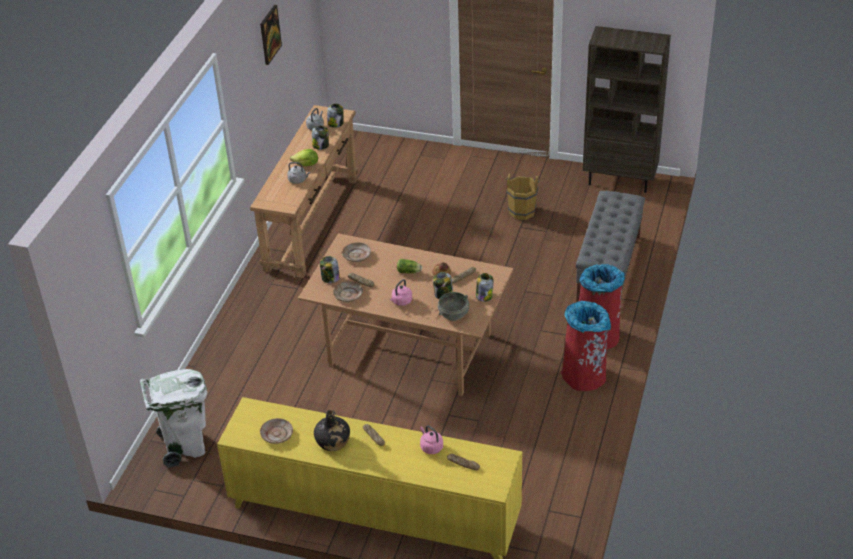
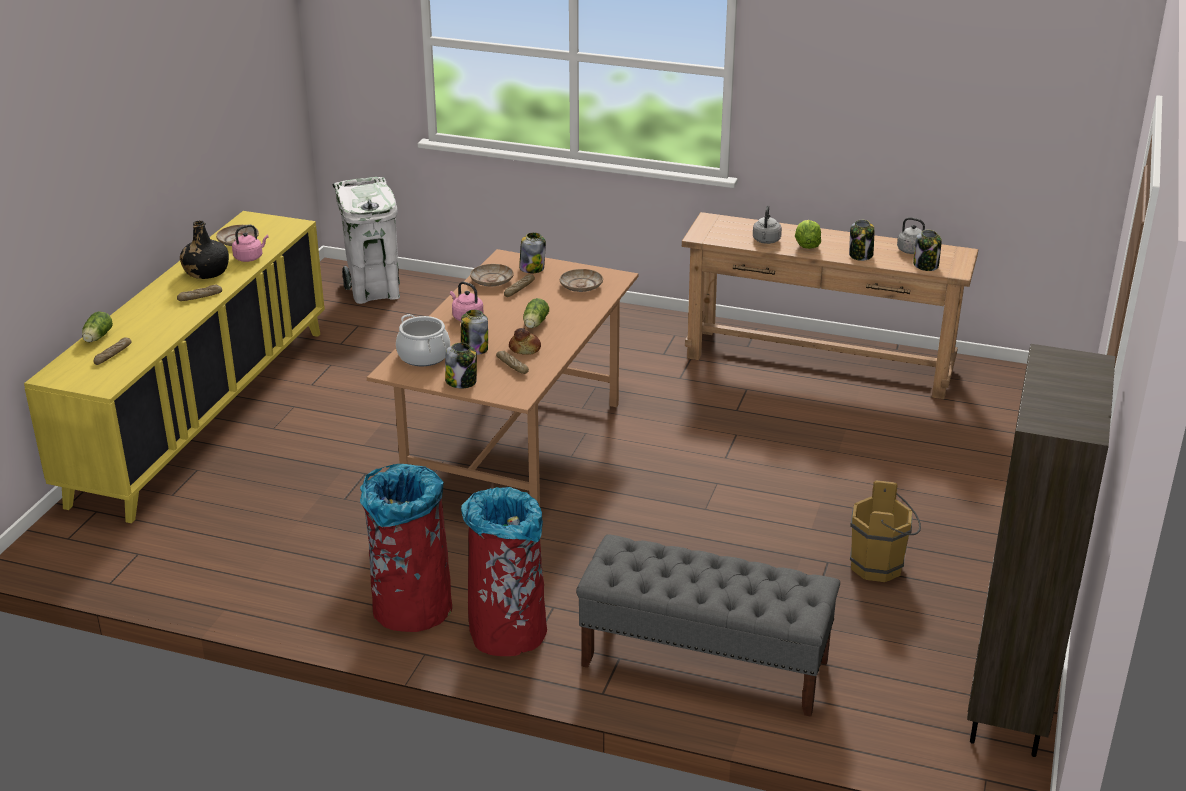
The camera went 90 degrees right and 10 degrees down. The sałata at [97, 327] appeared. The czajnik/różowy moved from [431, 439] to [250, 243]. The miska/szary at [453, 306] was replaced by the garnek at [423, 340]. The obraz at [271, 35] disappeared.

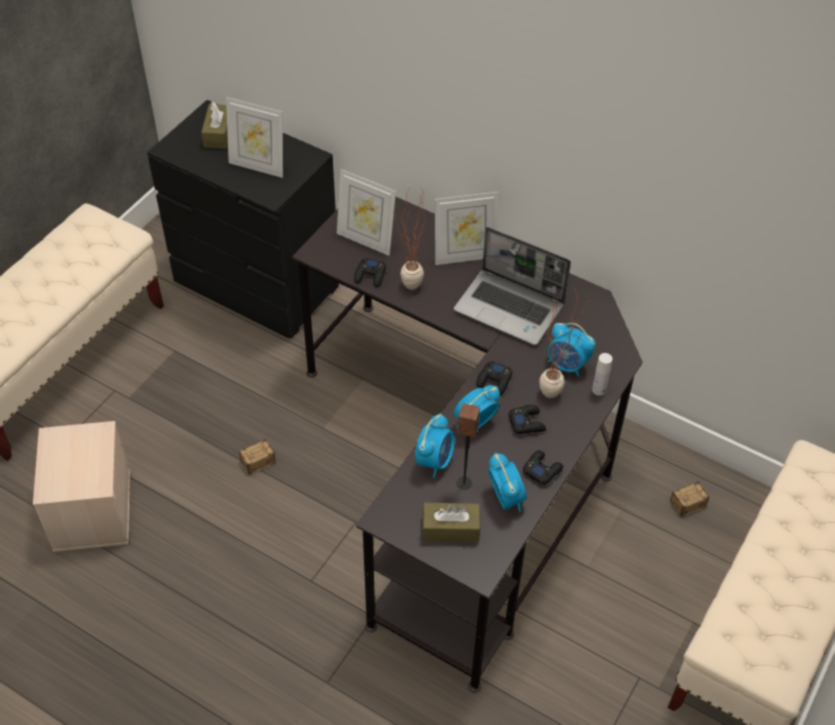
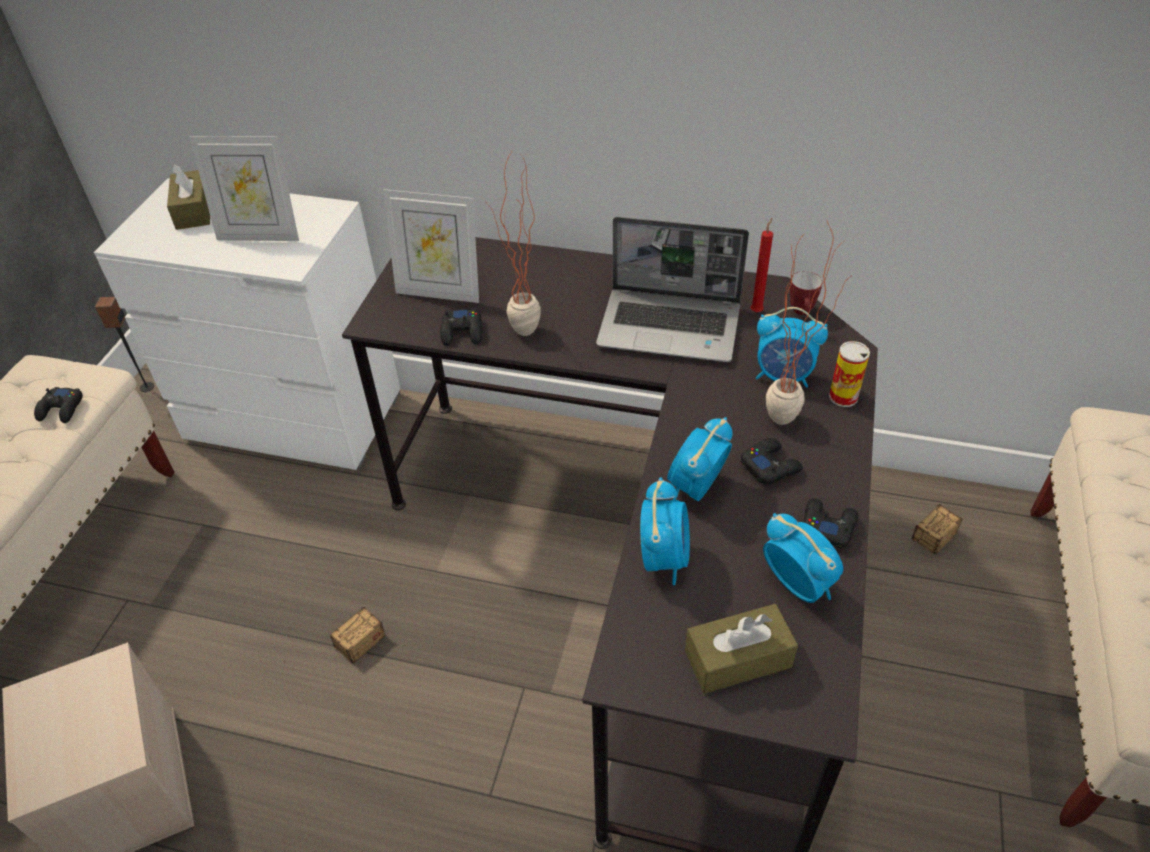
The camera went 15 degrees left and 5 degrees down. The pad do gier/czarny moved from [494, 378] to [58, 405]. The komoda/czarny at [243, 219] became the komoda/biały at [247, 324]. The głośnik moved from [468, 446] to [124, 344]. The świeca/czerwony at [762, 265] appeared. The kubek at [806, 293] appeared. The butelka/biały at [602, 374] was replaced by the puszka at [849, 374]. The ramka na zdjęcie at [466, 228] disappeared.

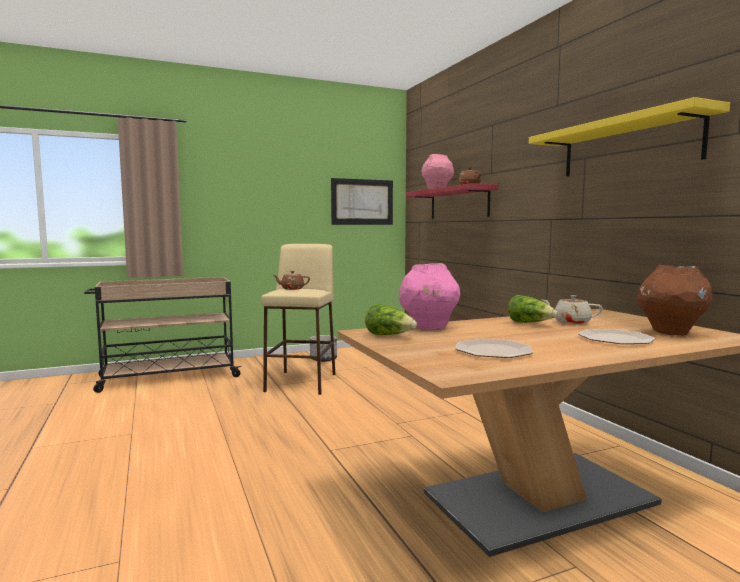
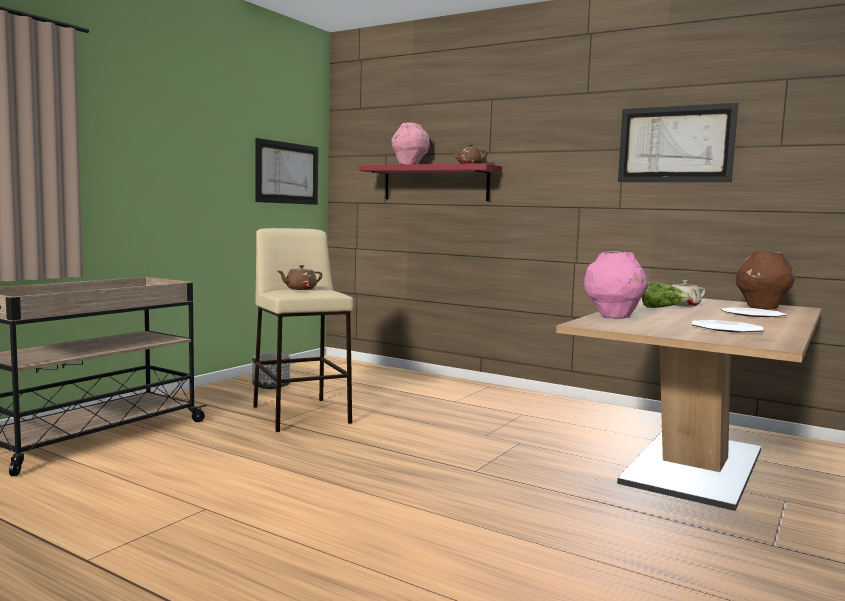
The camera went 35 degrees left and 0 degrees up. The półka/żółty at [629, 136] was replaced by the obraz at [678, 142]. The sałata at [391, 319] disappeared.

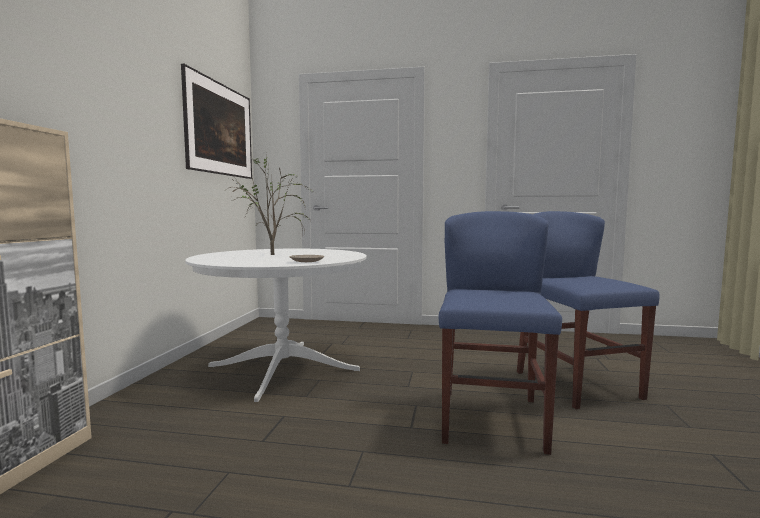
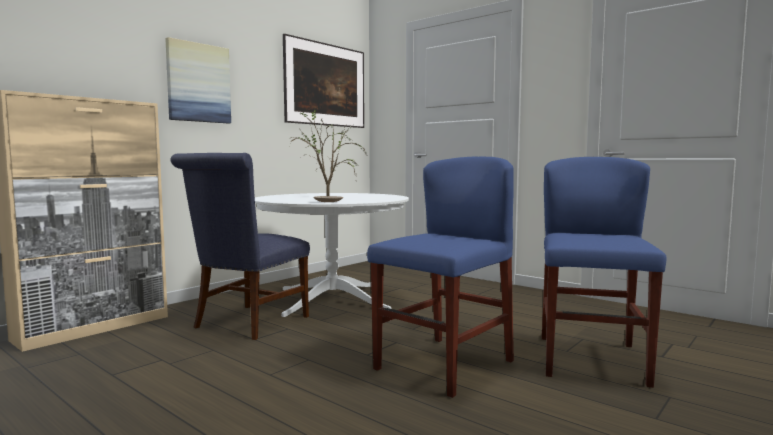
The camera went 30 degrees right and 0 degrees up. The obraz at [198, 80] appeared. The krzesło/niebieski at [240, 246] appeared.

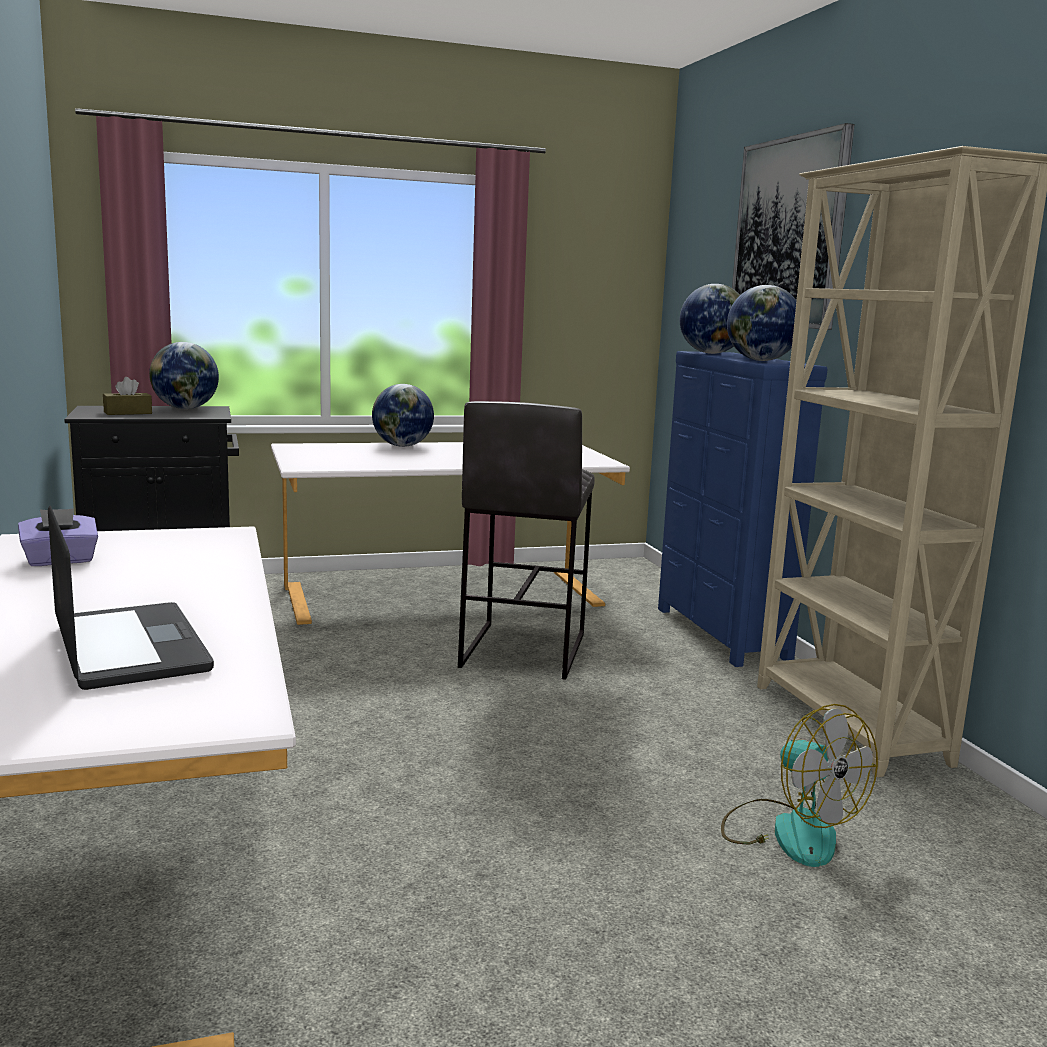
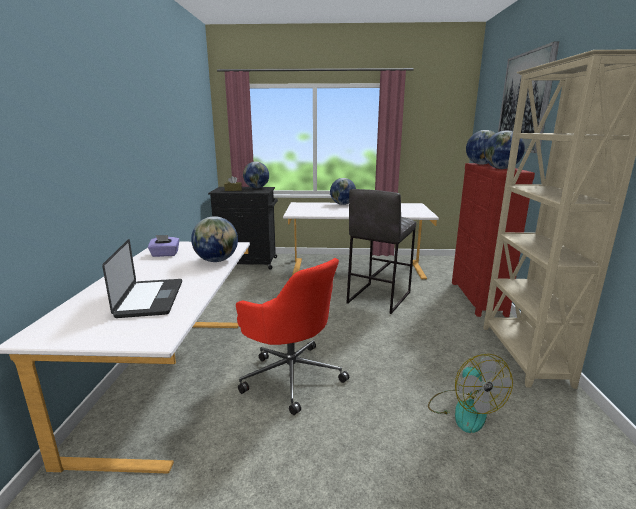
The camera went 20 degrees right and 5 degrees up. The globus at [214, 239] appeared. The krzesło biurowe/czerwony at [292, 336] appeared. The komoda/niebieski at [742, 509] became the komoda/czerwony at [493, 240].

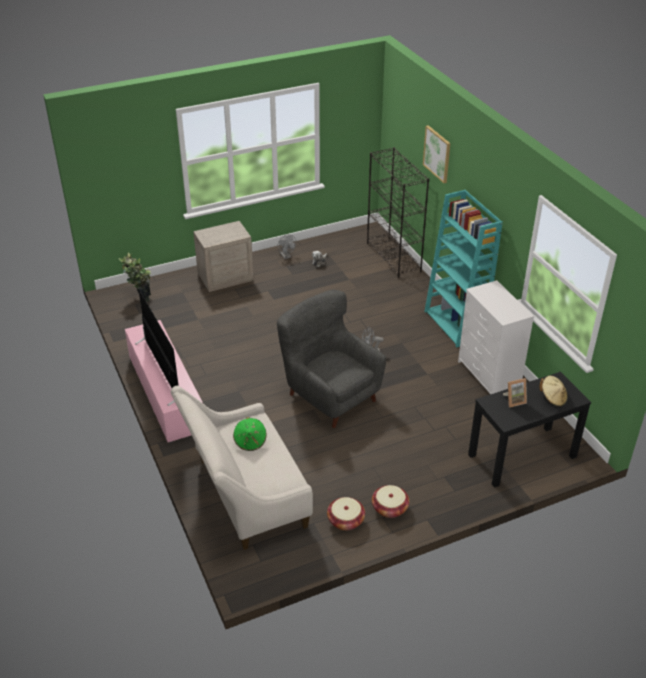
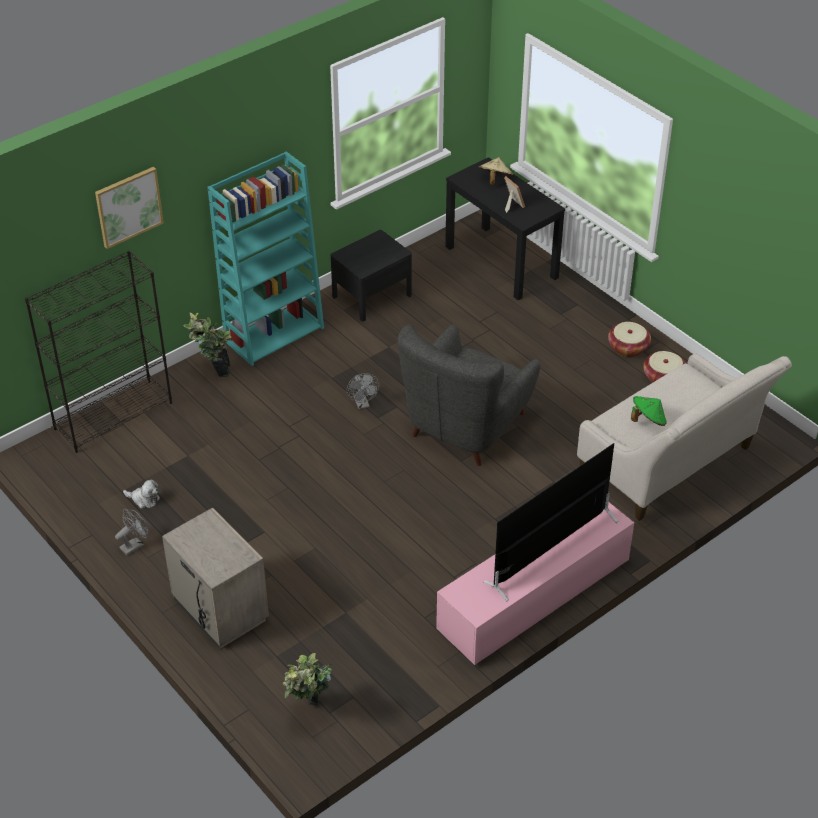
The camera went 105 degrees left and 5 degrees up. The roślina doniczkowa at [207, 345] appeared. The komoda/biały at [496, 337] was replaced by the szafka nocna/czarny at [371, 275].

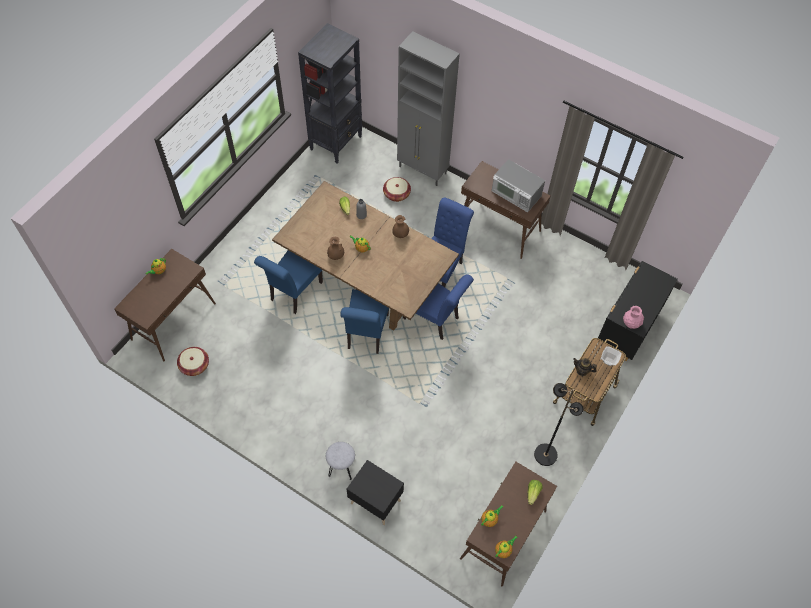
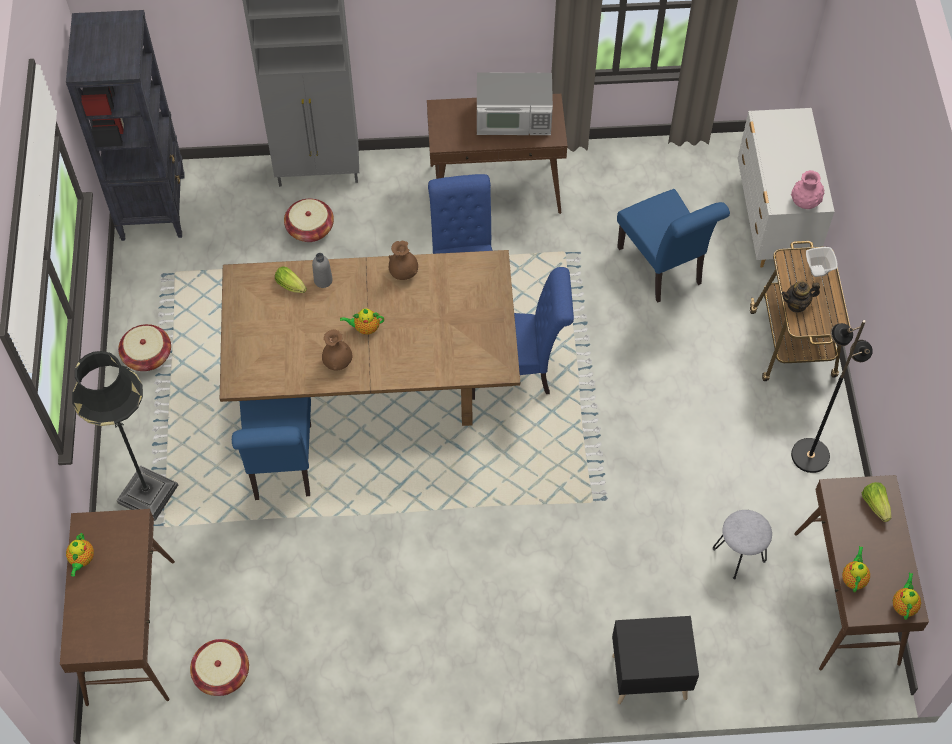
The camera went 35 degrees left and 0 degrees up. The lampa stojąca/czarny at [125, 436] appeared. The koszyk at [144, 347] appeared. The krzesło/niebieski moved from [365, 321] to [673, 246]. The stołek/szary moved from [340, 461] to [742, 545]. The komoda/czarny at [638, 311] became the komoda/biały at [786, 188].

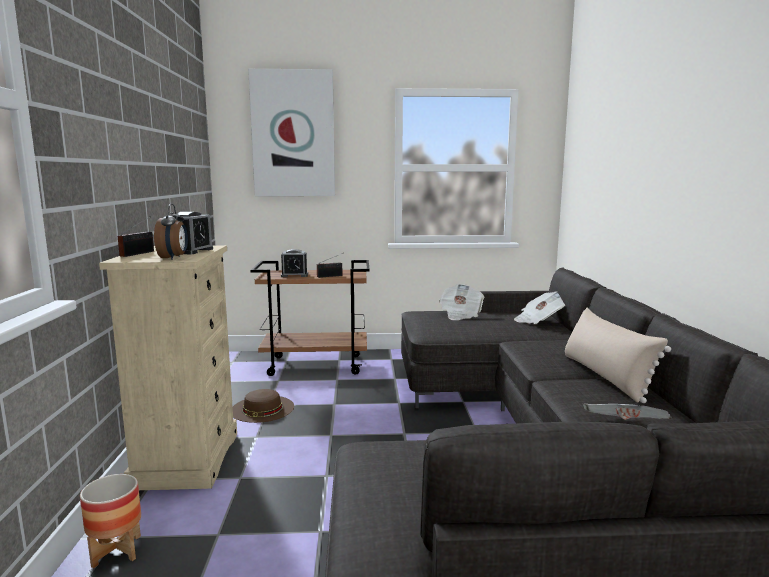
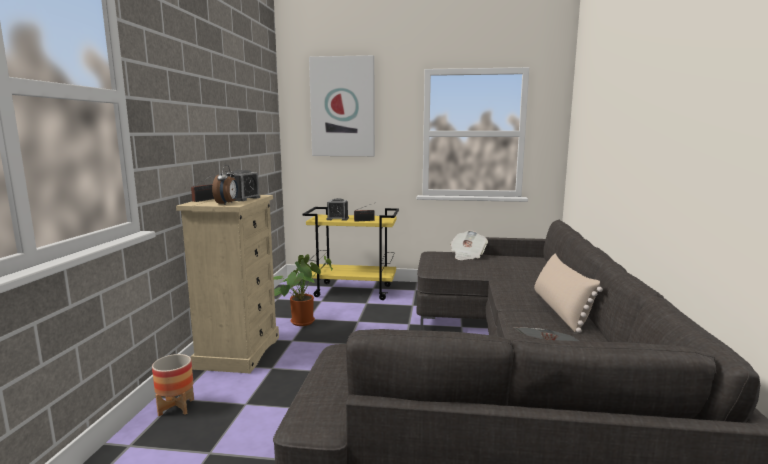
The camera went 10 degrees right and 0 degrees up. The kapelusz/brązowy at [263, 406] was replaced by the roślina doniczkowa at [303, 290]. The wózek/brązowy at [310, 318] became the wózek/żółty at [351, 253]. The gazeta at [539, 308] disappeared.

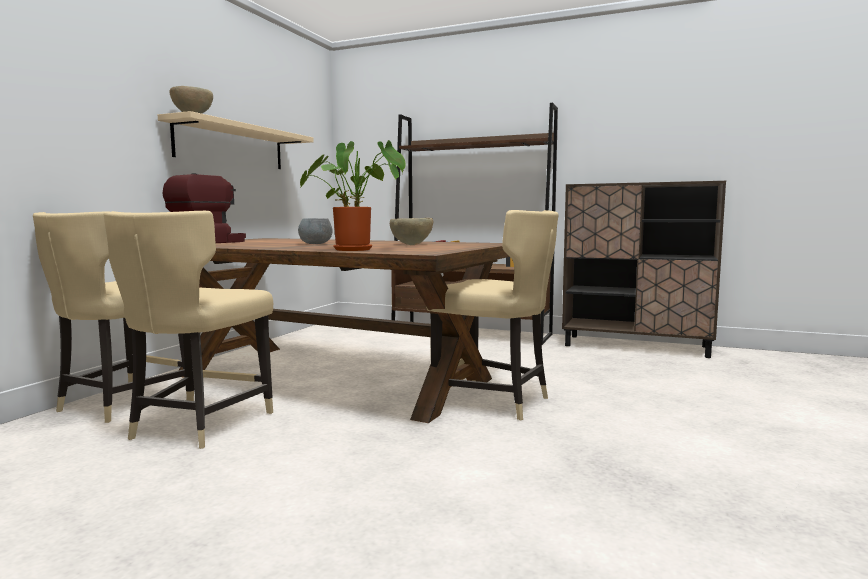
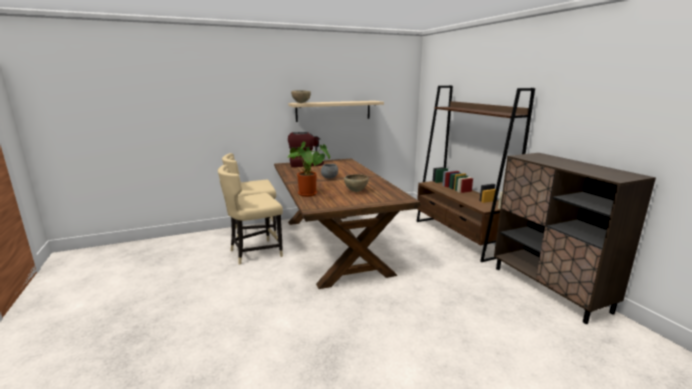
The camera went 45 degrees right and 10 degrees up. The krzesło/beżowy at [492, 315] disappeared.

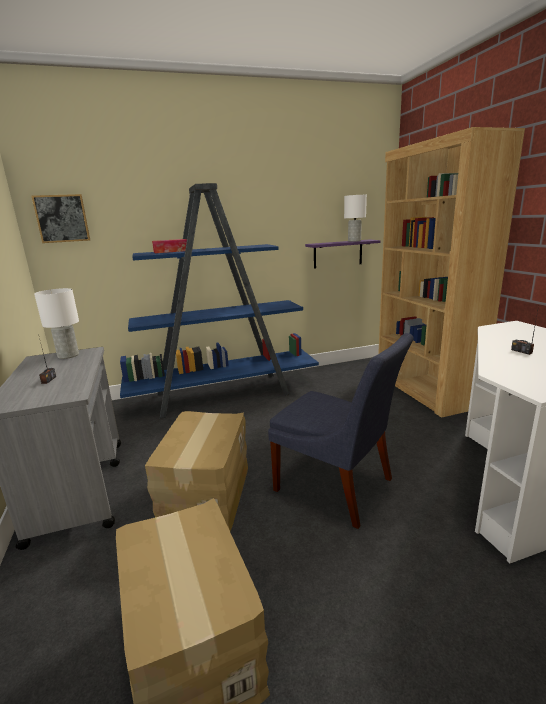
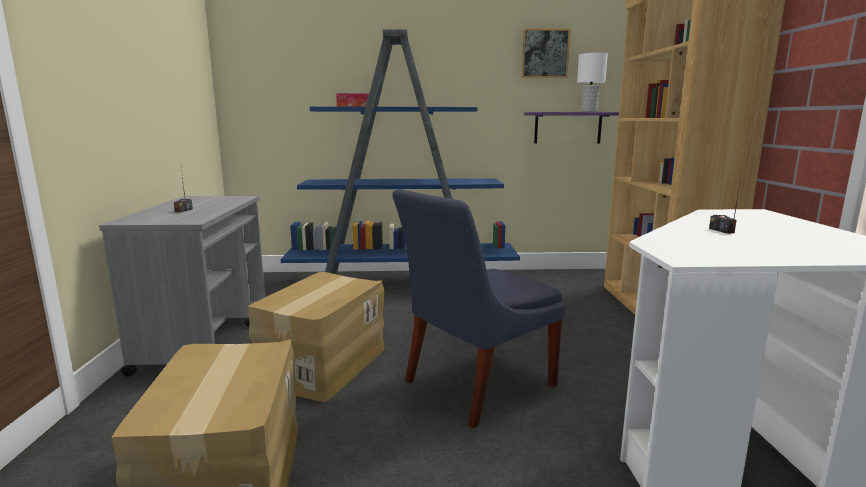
The camera went 15 degrees right and 5 degrees down. The krzesło/niebieski at [341, 431] turned 90 degrees clockwise. The obraz moved from [60, 218] to [545, 53]. The lampa stołowa/biały at [56, 323] disappeared.

